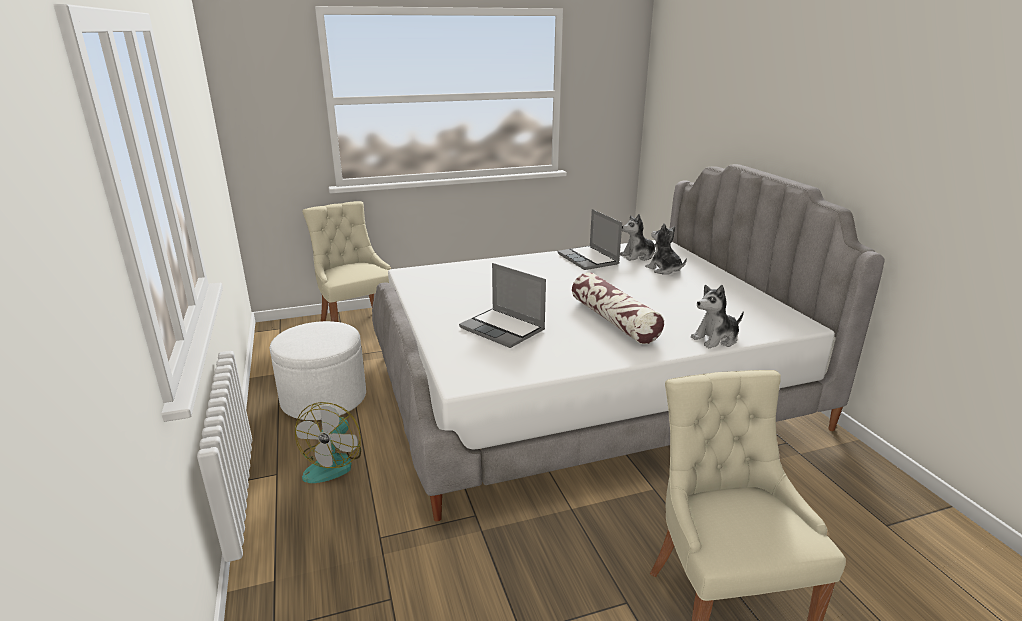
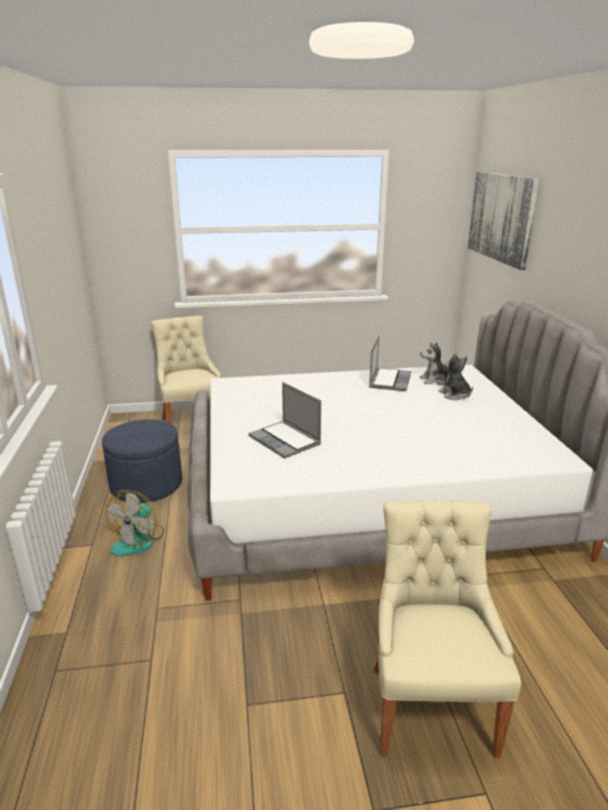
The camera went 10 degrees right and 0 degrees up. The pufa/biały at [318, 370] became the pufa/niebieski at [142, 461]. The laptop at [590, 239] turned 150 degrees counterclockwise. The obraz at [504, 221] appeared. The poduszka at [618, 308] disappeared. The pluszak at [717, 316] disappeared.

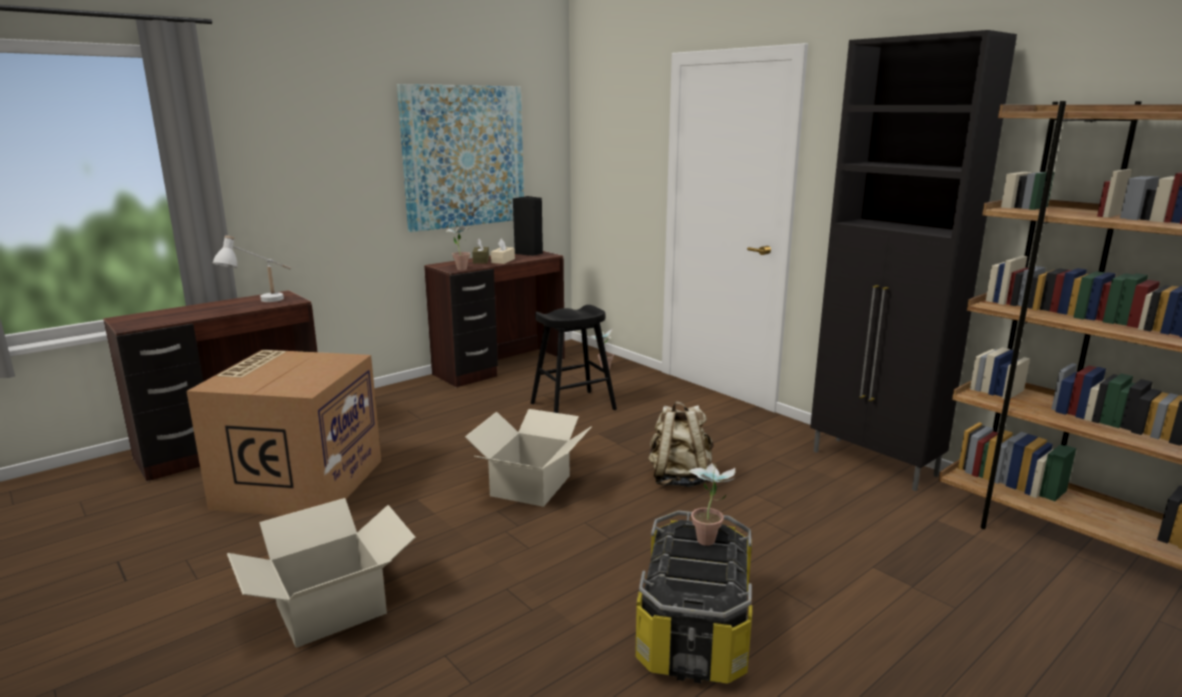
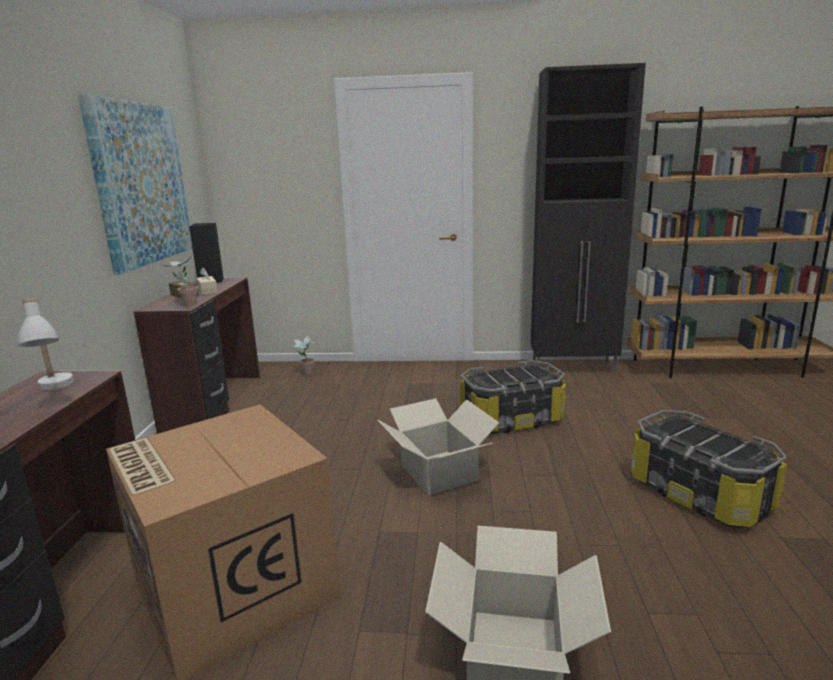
The camera went 45 degrees left and 0 degrees up. The plecak/beżowy at [680, 444] was replaced by the pojemnik do przechowywania at [513, 397]. The stołek/czarny at [574, 359] disappeared. The roślina doniczkowa at [712, 504] disappeared.

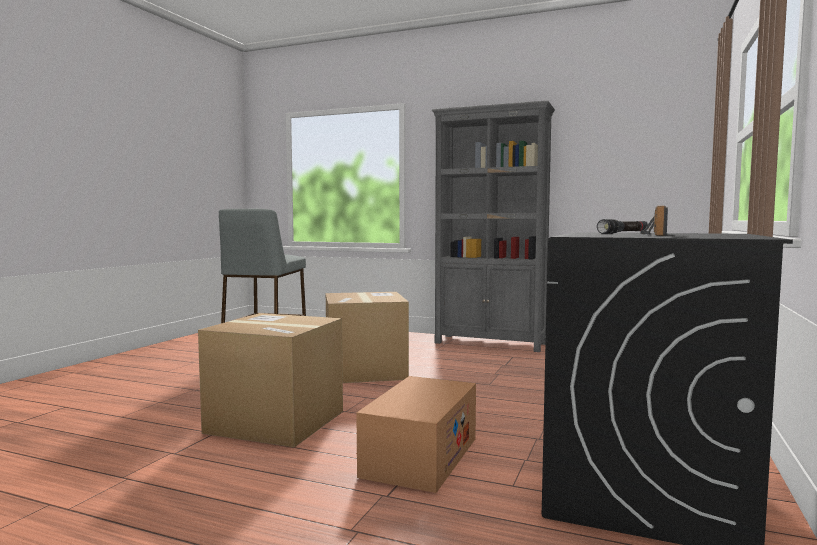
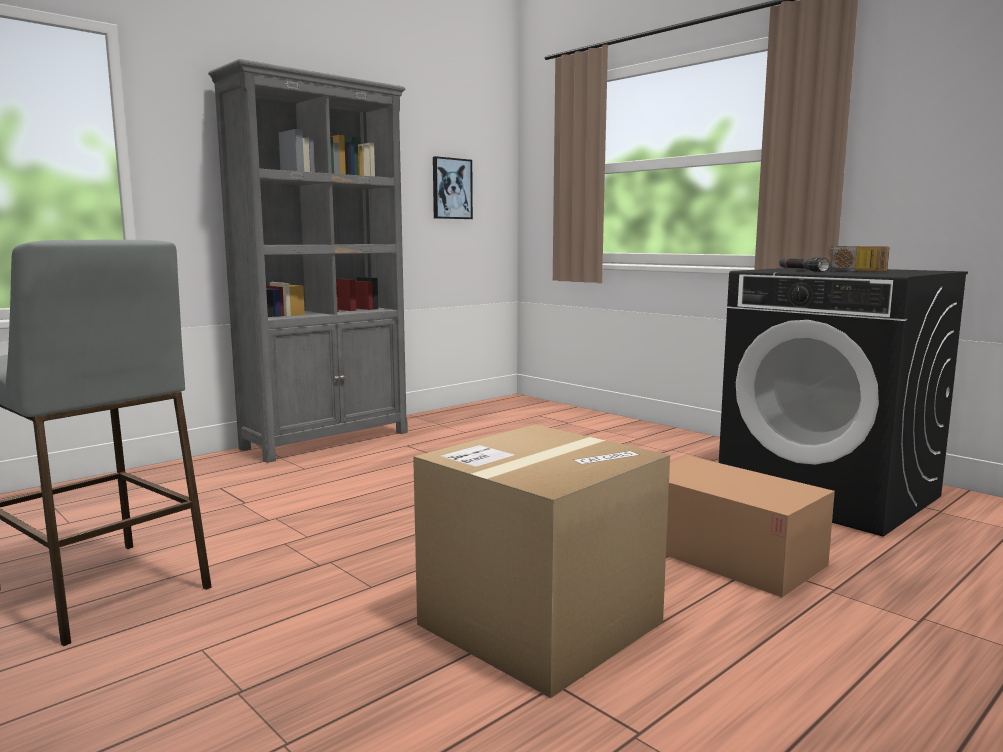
The camera went 65 degrees left and 5 degrees up. The obraz at [453, 187] appeared. The karton at [367, 337] disappeared.

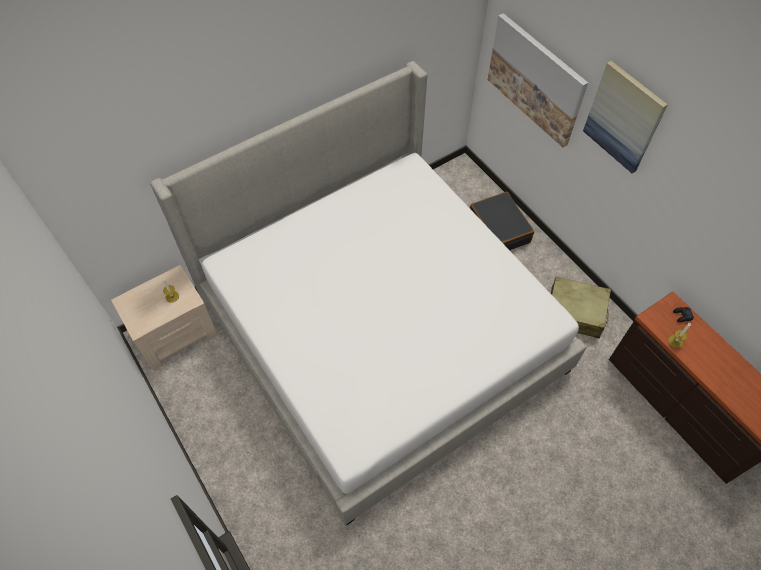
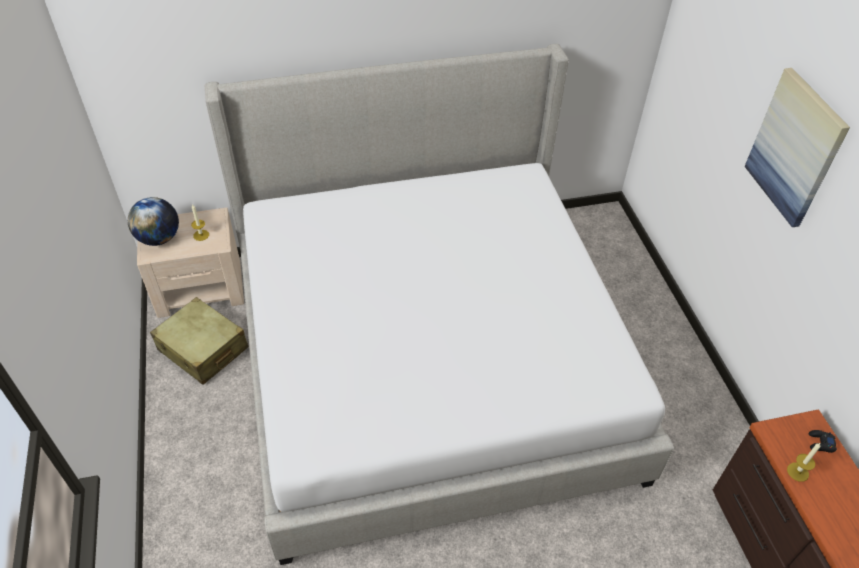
The camera went 20 degrees right and 10 degrees down. The globus at [153, 221] appeared. The walizka/beżowy moved from [580, 307] to [199, 341]. The walizka/czarny at [502, 221] disappeared. The obraz at [538, 80] disappeared.

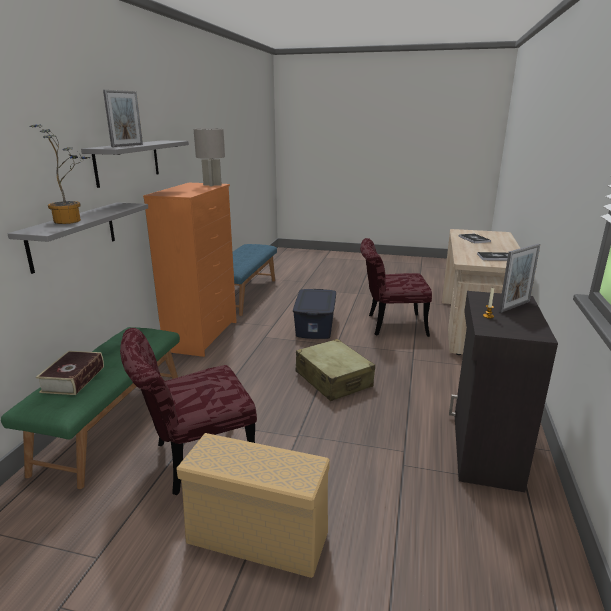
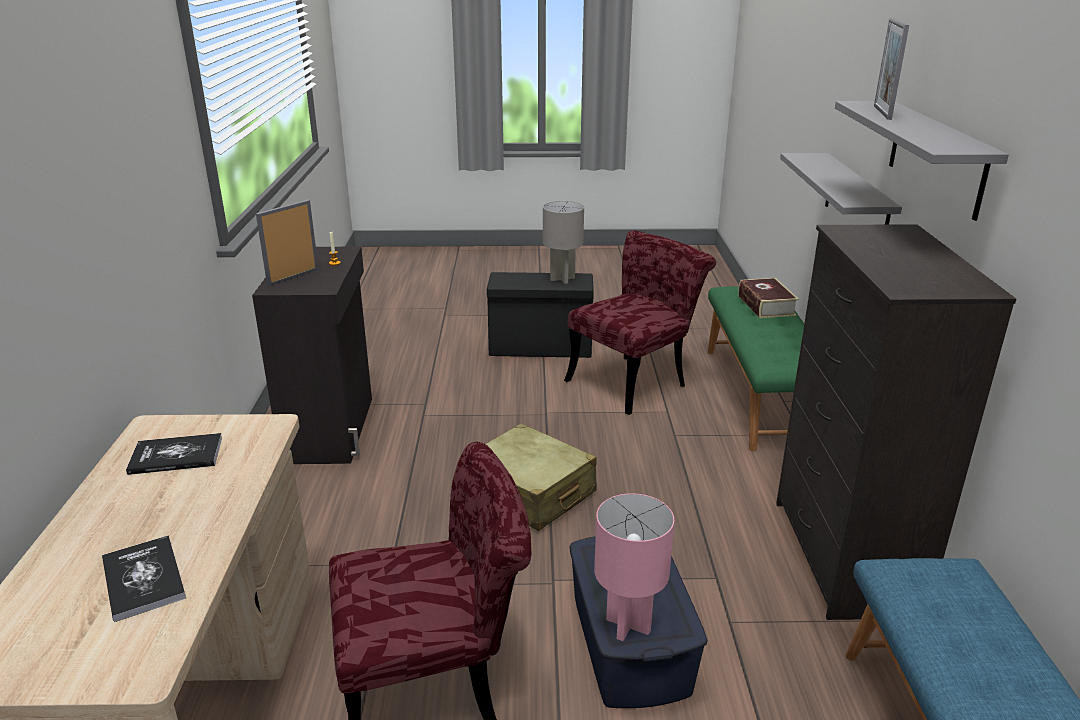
The camera went 165 degrees right and 5 degrees up. The pojemnik do przechowywania/beżowy at [253, 505] became the pojemnik do przechowywania/czarny at [540, 315]. The lampa stołowa/szary moved from [209, 157] to [563, 242]. The lampa stołowa/różowy at [634, 567] appeared. The komoda/pomarańczowy at [190, 270] became the komoda/czarny at [896, 422]. The roślina doniczkowa at [60, 174] disappeared.

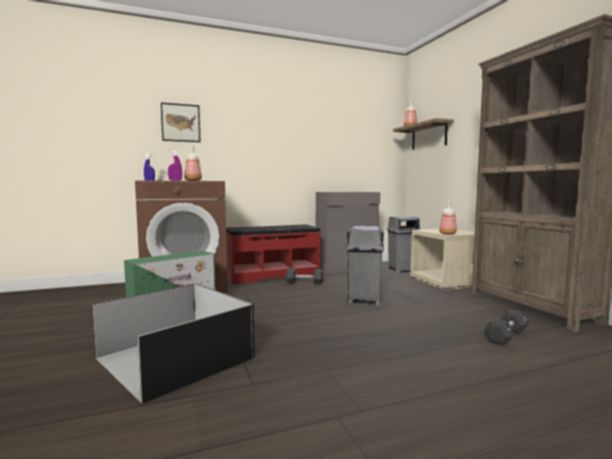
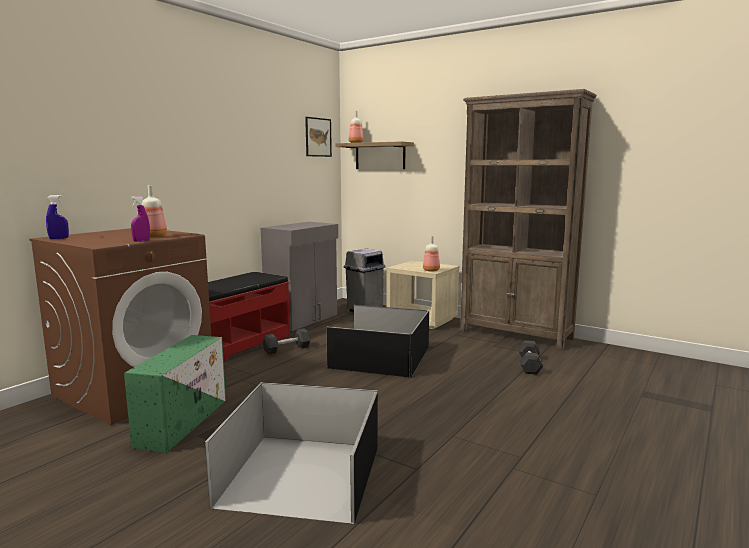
The camera went 35 degrees left and 5 degrees up. The obraz moved from [181, 122] to [318, 137]. The kosz na śmieci/szary at [365, 266] was replaced by the pojemnik do przechowywania/czarny at [377, 341].

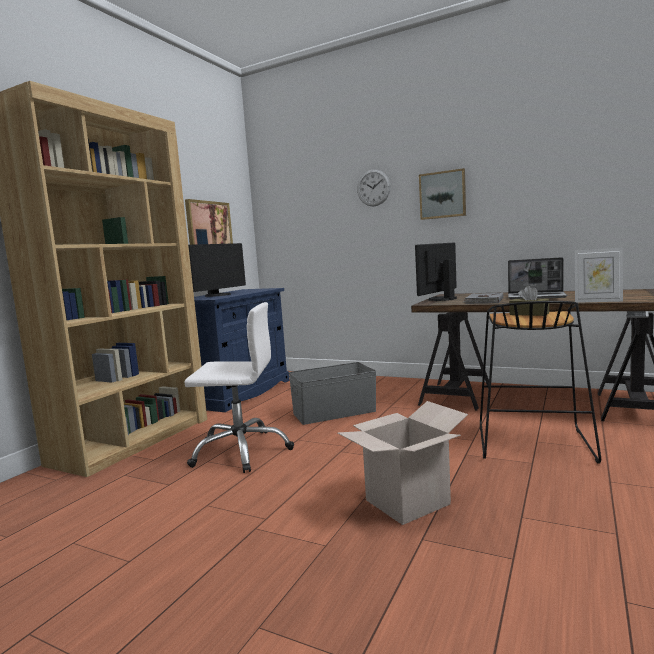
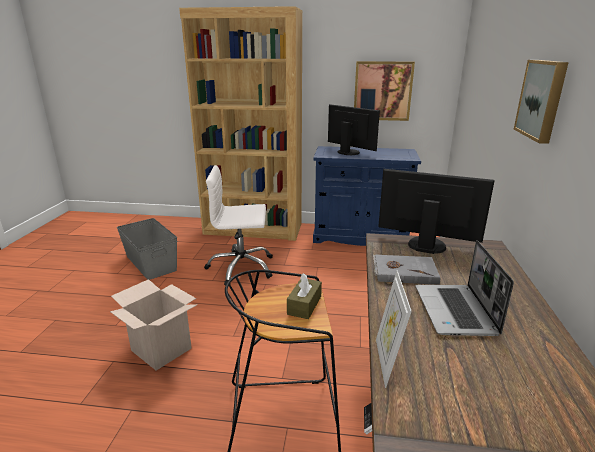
The camera went 70 degrees right and 15 degrees up. The pojemnik do przechowywania/szary moved from [332, 393] to [147, 249]. The krzesło biurowe/biały at [239, 387] turned 105 degrees clockwise. The monitor at [217, 270] turned 150 degrees counterclockwise. The zegar ścienny at [373, 188] disappeared.

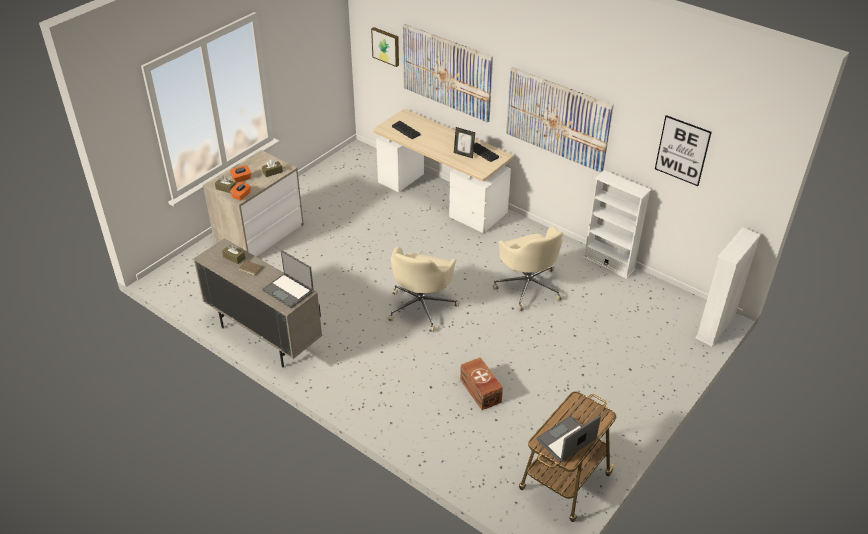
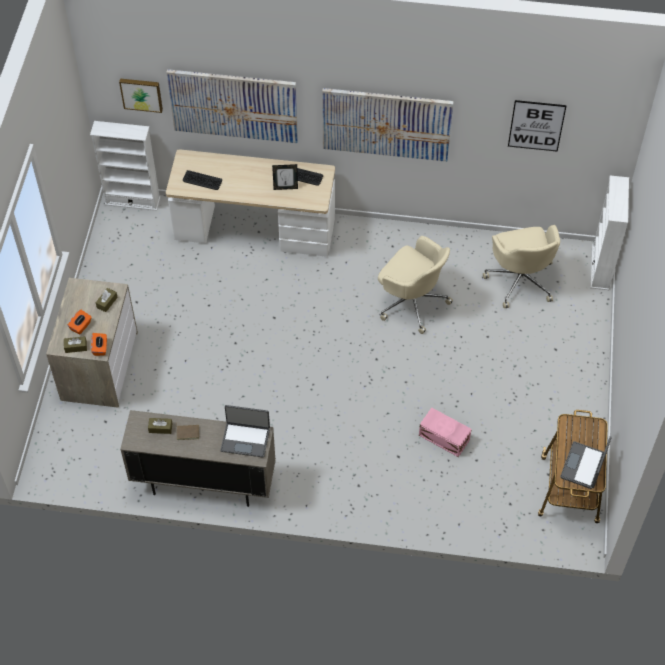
The camera went 30 degrees left and 15 degrees up. The regał/biały moved from [617, 224] to [125, 166]. The pojemnik do przechowywania/brązowy at [481, 383] became the pojemnik do przechowywania/różowy at [445, 432]. The krzesło biurowe/beżowy moved from [424, 289] to [521, 266].

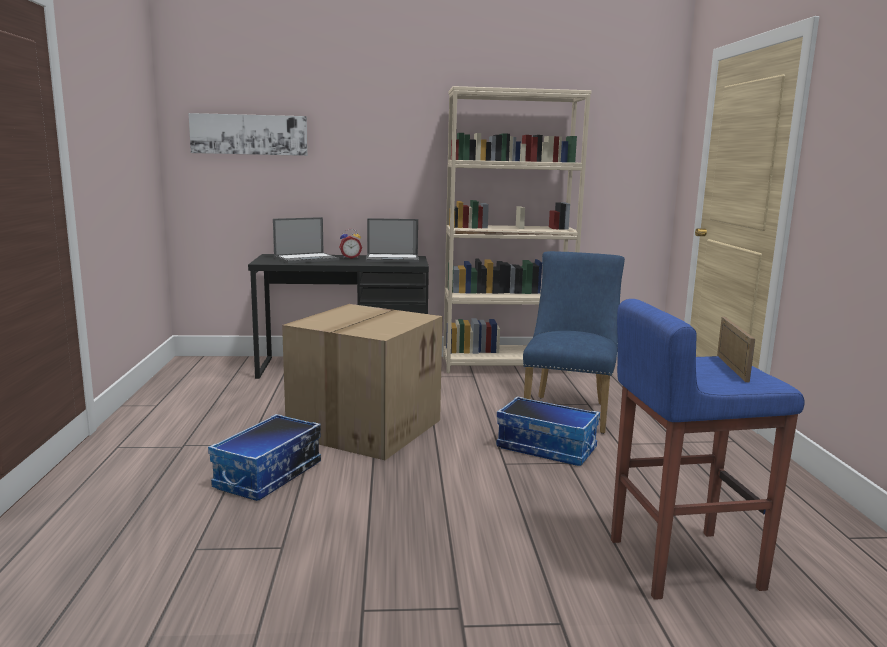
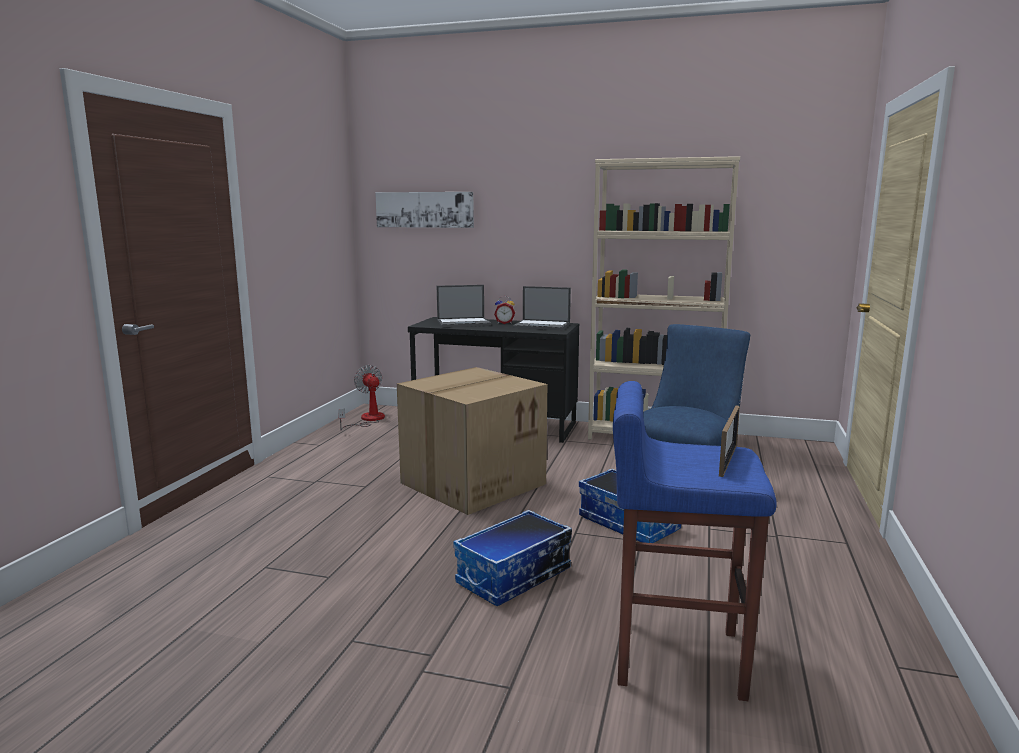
The camera went 20 degrees right and 0 degrees up. The wentylator at [361, 397] appeared. The pojemnik do przechowywania moved from [264, 457] to [512, 558].

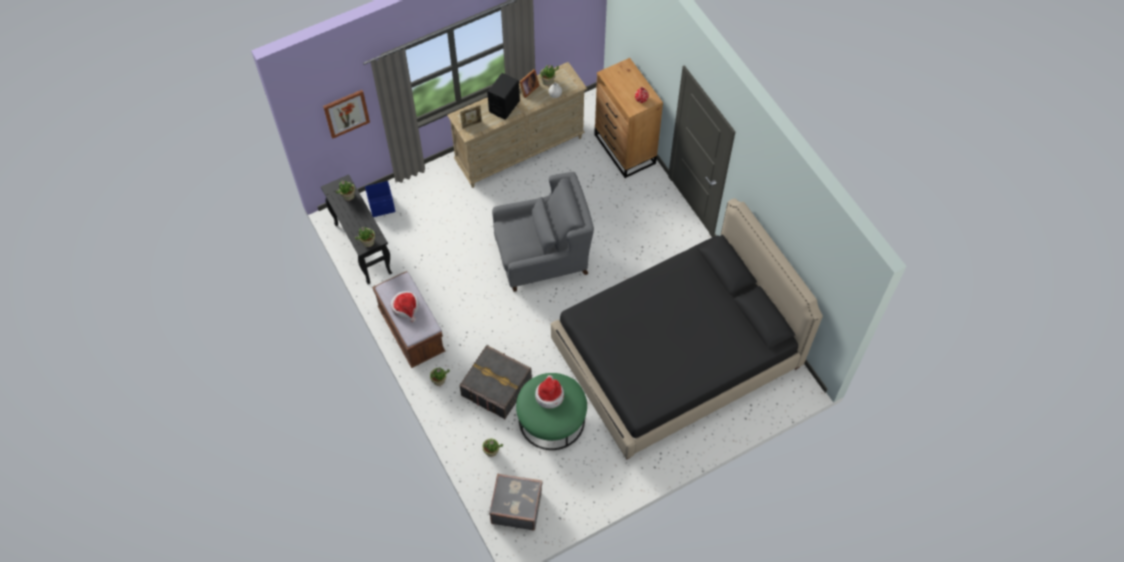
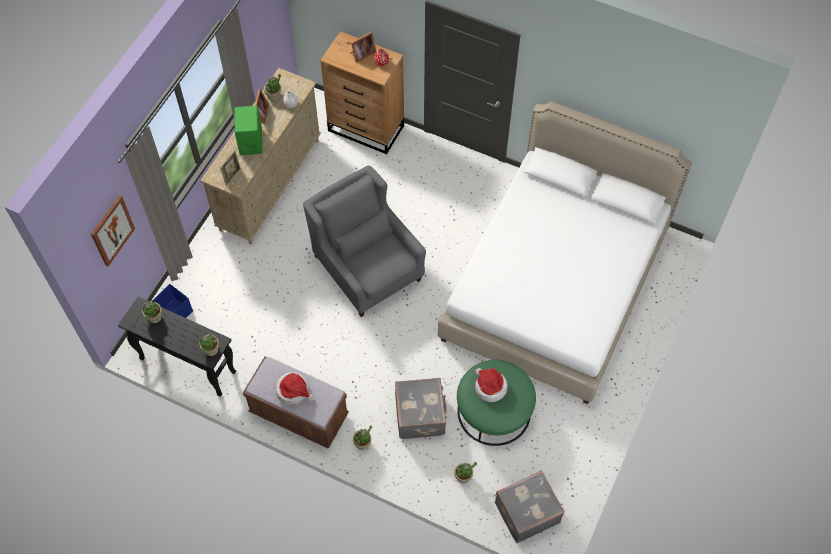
The camera went 35 degrees left and 0 degrees up. The głośnik/czarny at [503, 96] became the głośnik/zielony at [248, 130]. The fotel/szary at [543, 232] turned 75 degrees counterclockwise. The ramka na zdjęcie at [363, 47] appeared. The pojemnik do przechowywania/szary at [496, 382] was replaced by the walizka/szary at [421, 408]. The łóżko/czarny at [687, 329] became the łóżko/biały at [565, 252].

